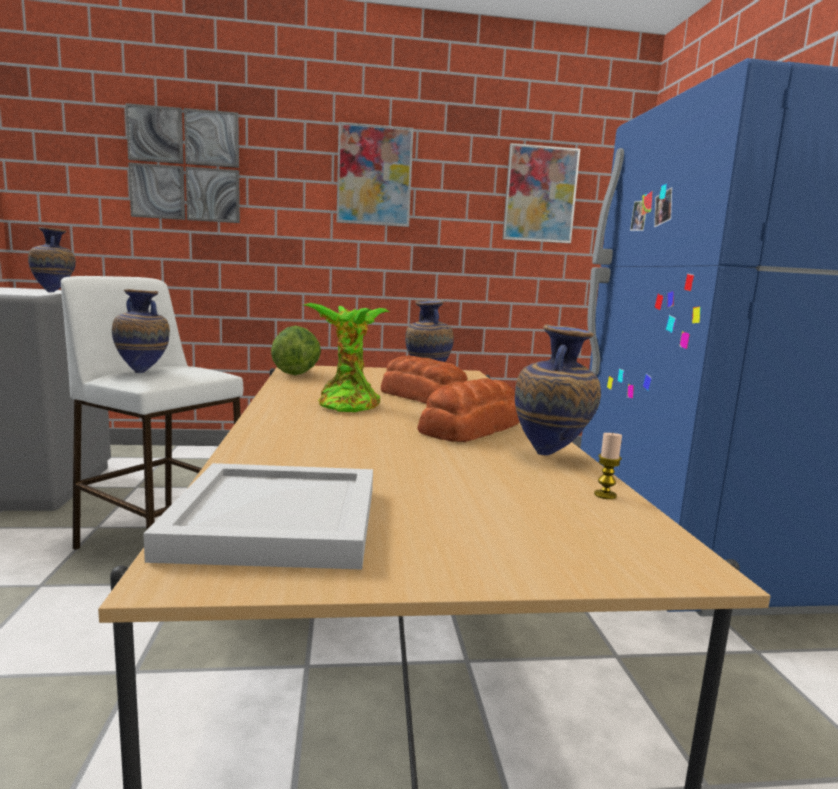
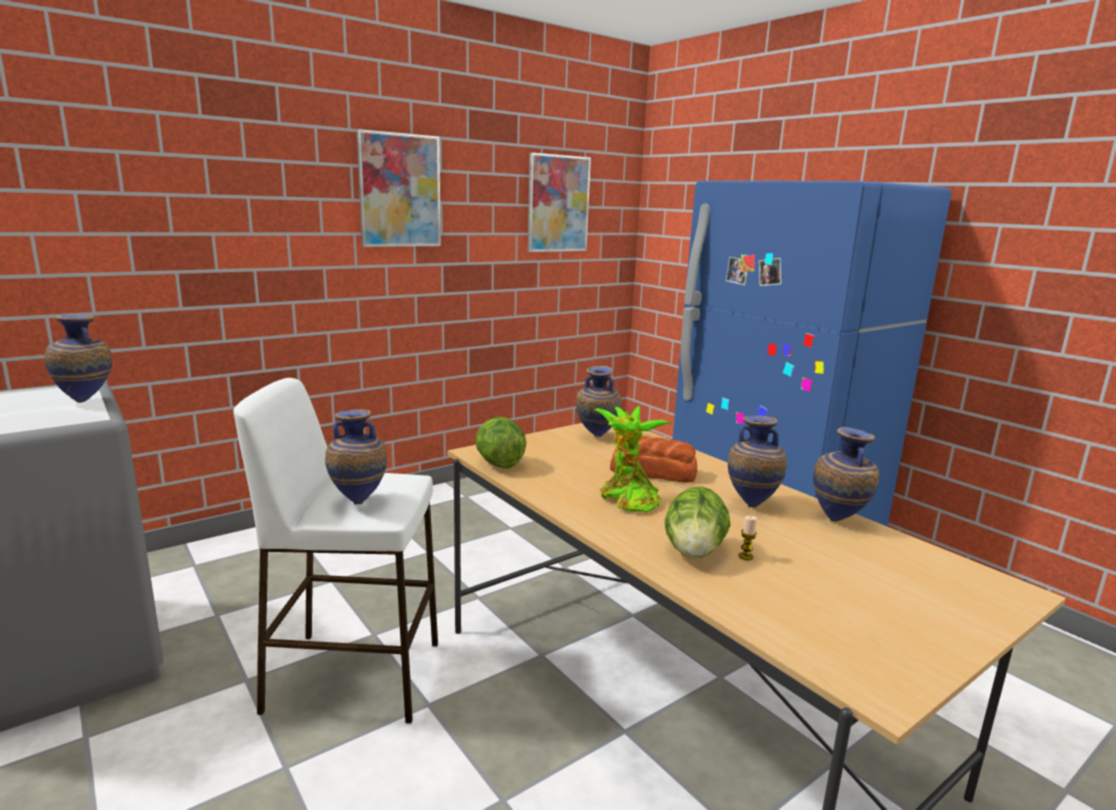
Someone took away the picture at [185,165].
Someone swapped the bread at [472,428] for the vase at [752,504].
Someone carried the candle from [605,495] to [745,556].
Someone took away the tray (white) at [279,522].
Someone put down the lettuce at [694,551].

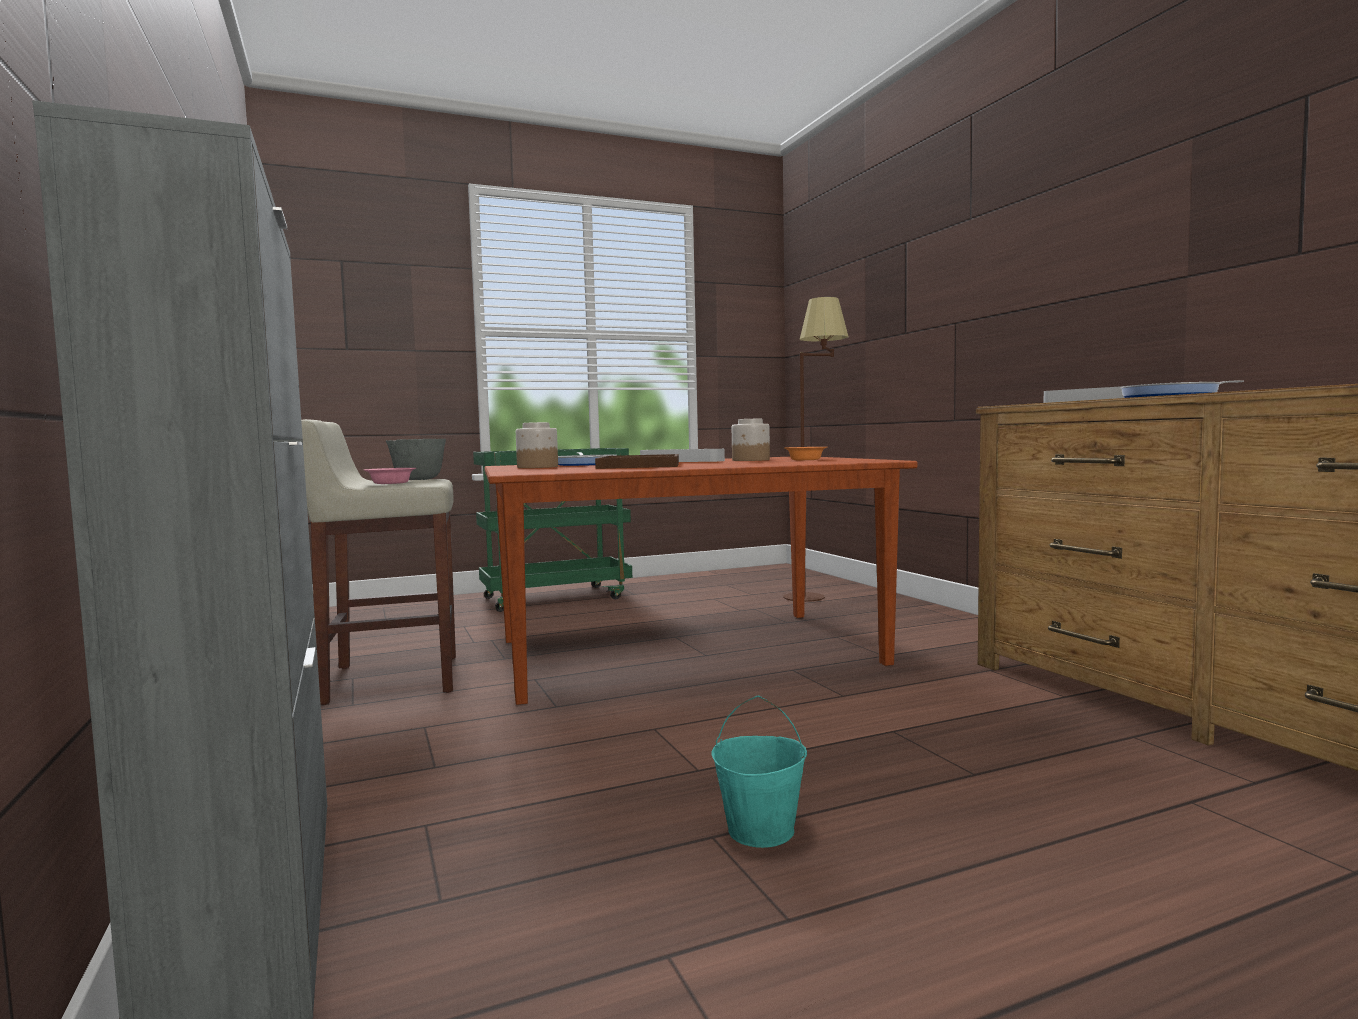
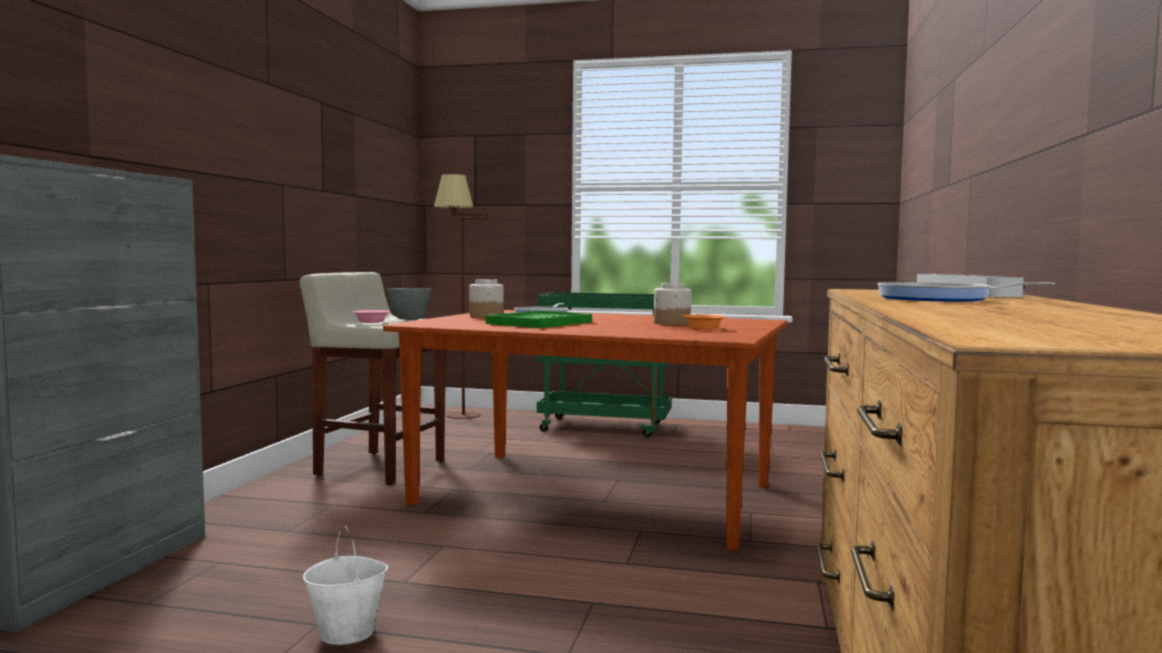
Someone carried the floor lamp (brown) from [816,600] to [460,418].
Someone took away the tray (grey) at [681,461].
Someone repainted the tray (brown) at [639,466], which became the tray (green) at [539,323].
Someone repainted the bucket (turquoise) at [761,830], which became the bucket (white) at [348,632].

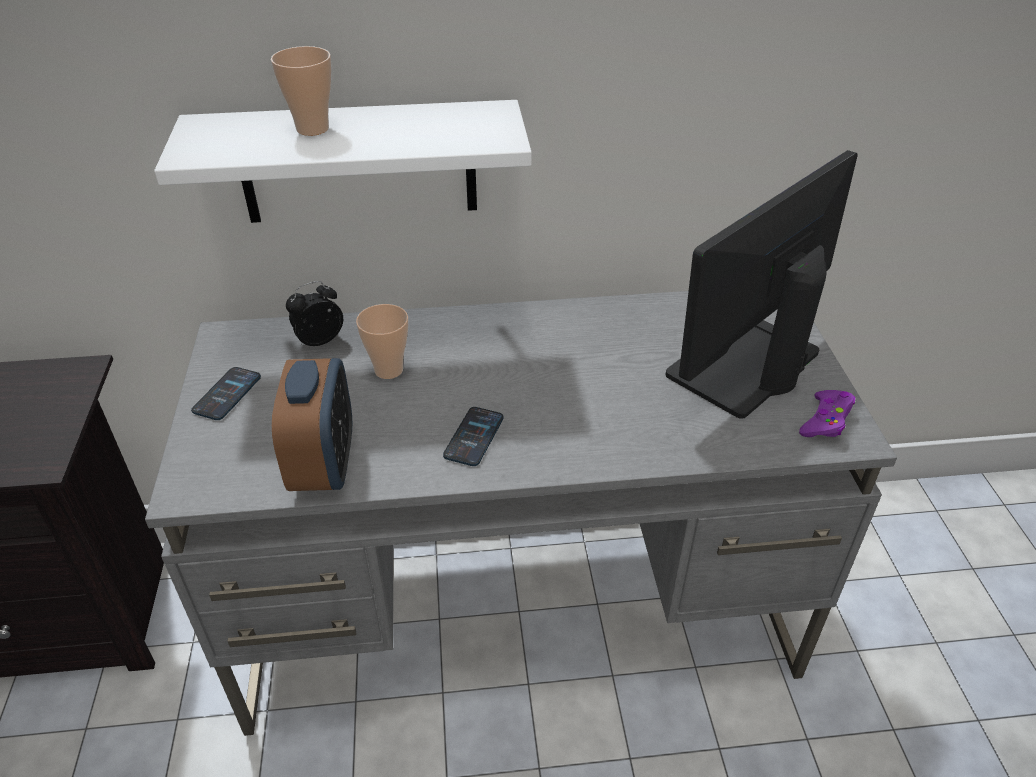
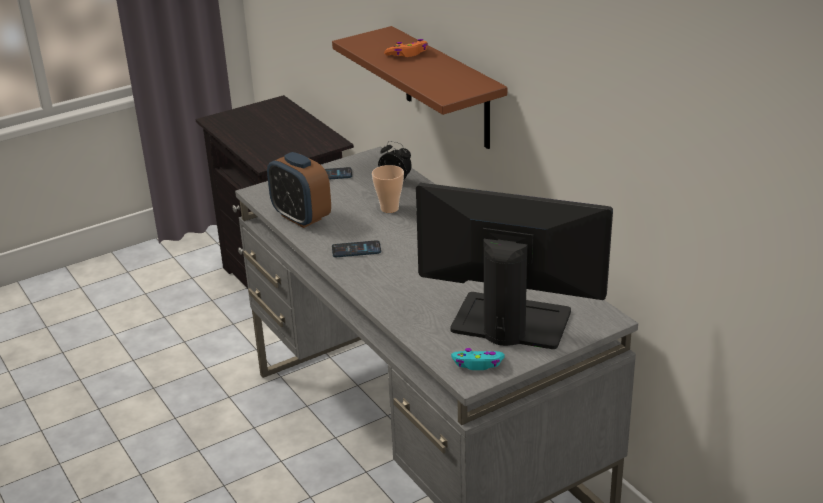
Someone swapped the cup at [312,129] for the game controller (orange) at [408,54].
Someone repainted the shelf (white) at [358,162], which became the shelf (brown) at [446,88].
Someone rotated the alarm clock at [324,465] by 75 degrees clockwise.
Someone repainted the game controller (purple) at [826,420], which became the game controller (turquoise) at [478,364].

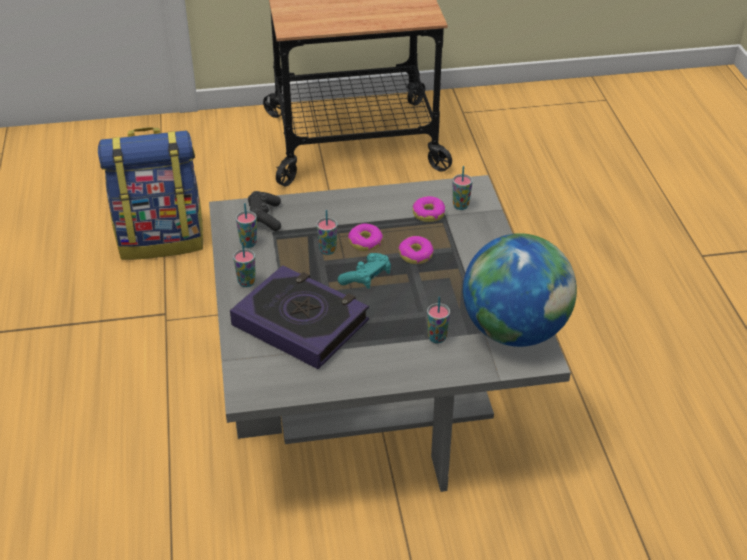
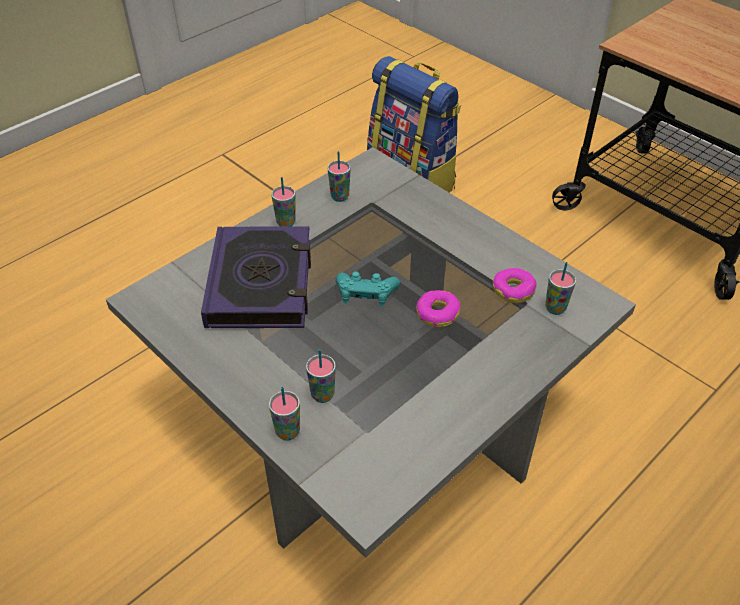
Someone took away the game controller (black) at [265,218].
Someone carried the cup from [327,250] to [288,432].
Someone took away the donut at [365,242].
Someone took away the globe at [514,331].

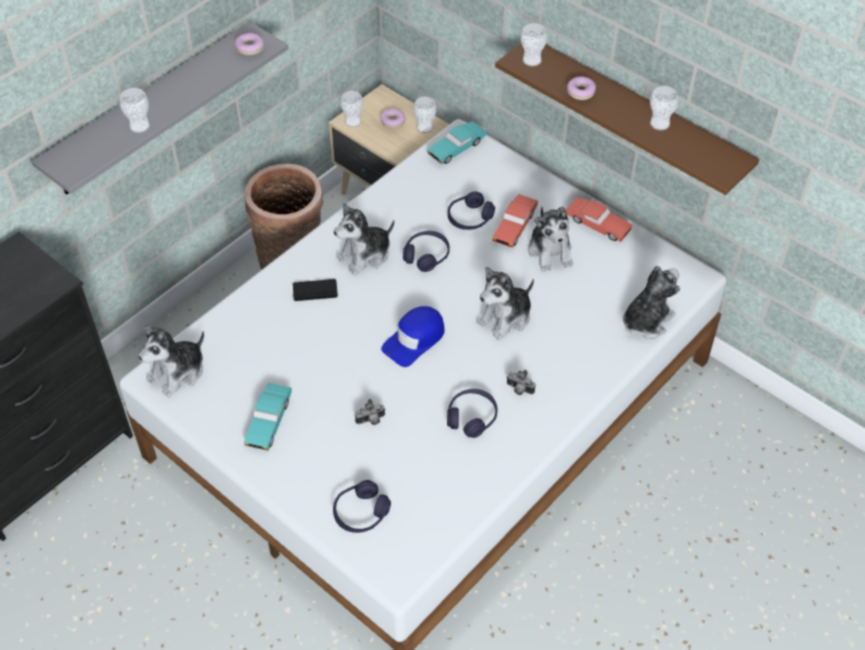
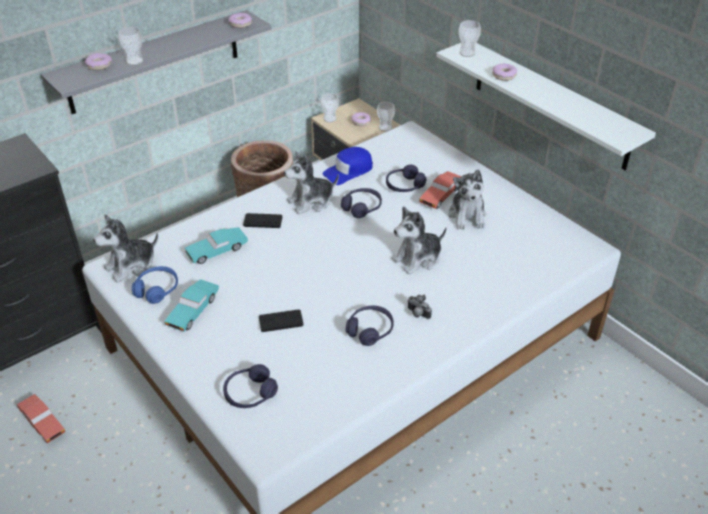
Someone repainted the shelf (brown) at [635,117], which became the shelf (white) at [550,104].
Someone took away the cup at [659,123].
Someone carried the toy car (turquoise) from [457,148] to [217,251].
Someone carried the toy car (red) from [597,225] to [42,423].
Someone took away the plush toy at [646,321].
Someone carried the cap (blue) from [414,340] to [348,171].
Someone swapped the photo camera at [371,421] for the game controller (black) at [281,321].
Someone put down the donut at [99,65].
Someone put down the headphones (blue) at [157,290].

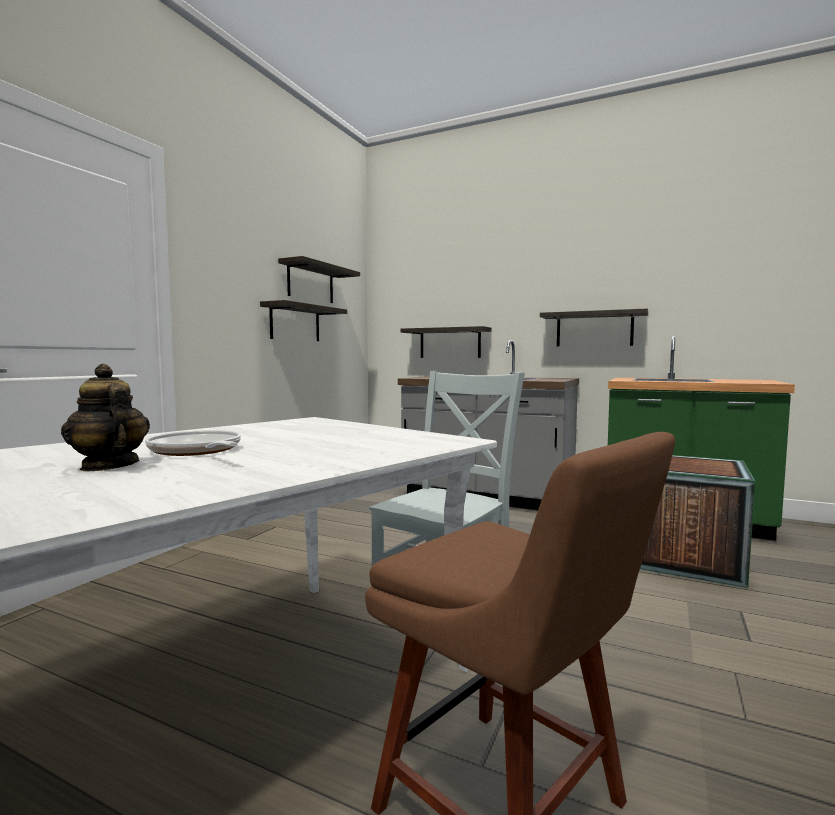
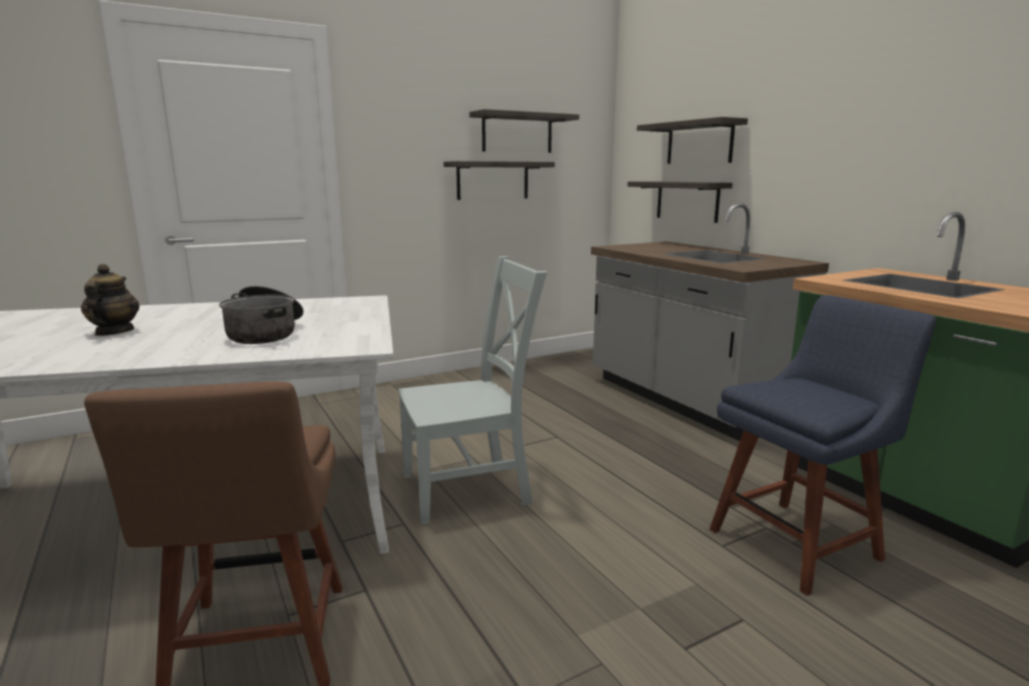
Someone carried the shelf from [594,329] to [699,143].
Someone took away the frying pan at [197,451].
Someone swapped the crate at [685,559] for the chair (blue) at [799,542].
Someone put down the cooking pot at [266,333].

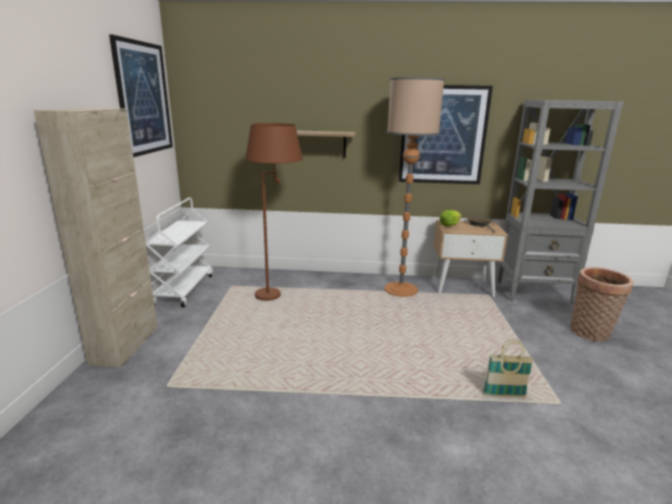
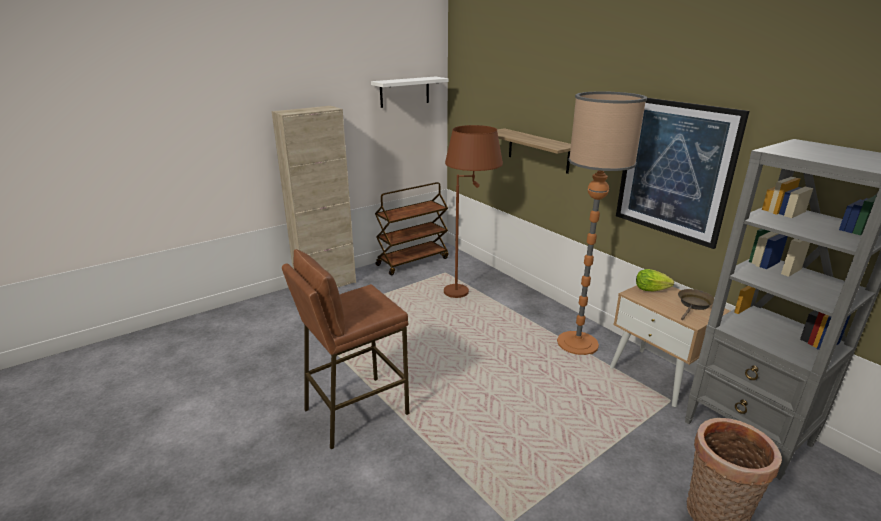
Someone swapped the picture at [143,98] for the shelf (white) at [404,92].
Someone repainted the cart (white) at [184,289], which became the cart (brown) at [412,261].
Someone took away the basket at [504,396].
Someone put down the stool (brown) at [355,411].

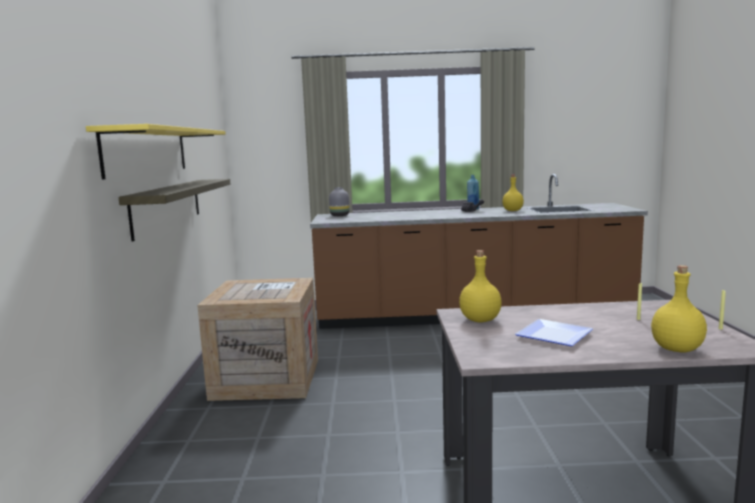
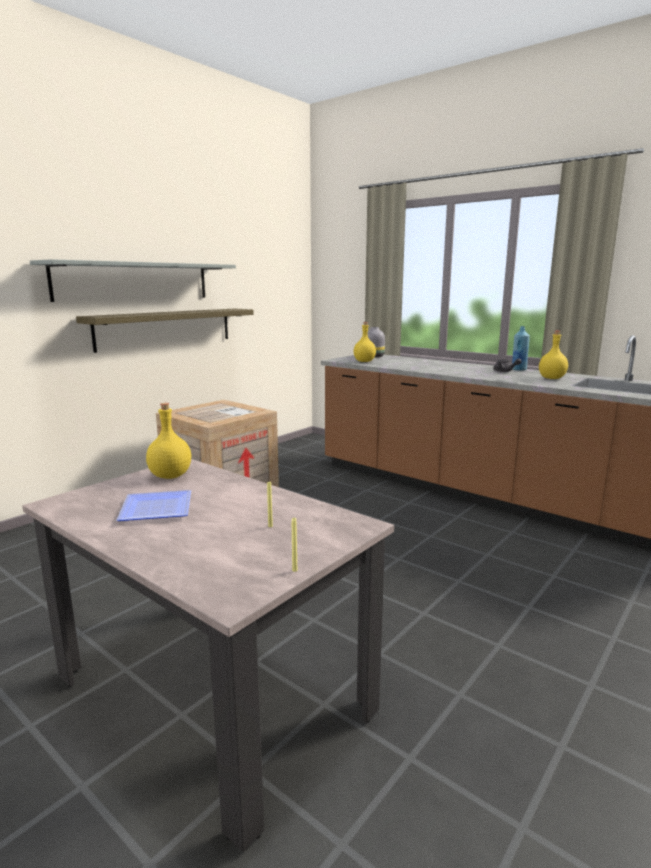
Someone repainted the shelf (yellow) at [148,151], which became the shelf (grey) at [134,281].
Someone carried the bottle (yellow) from [677,349] to [364,361].

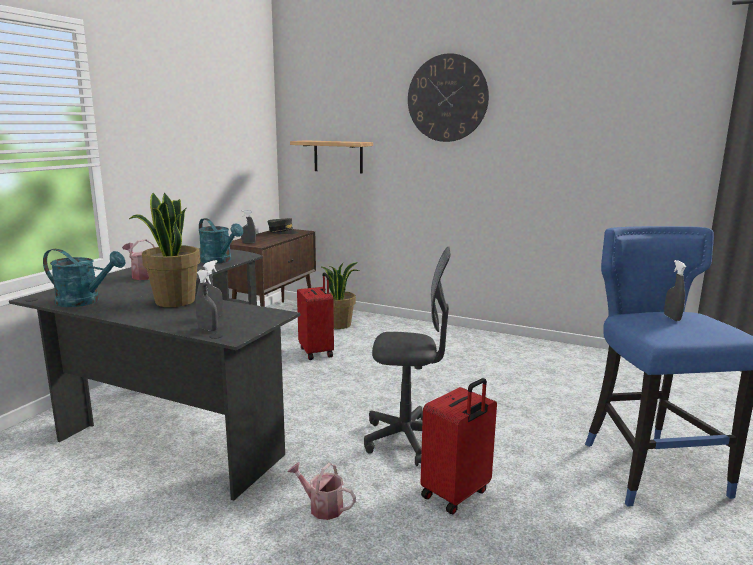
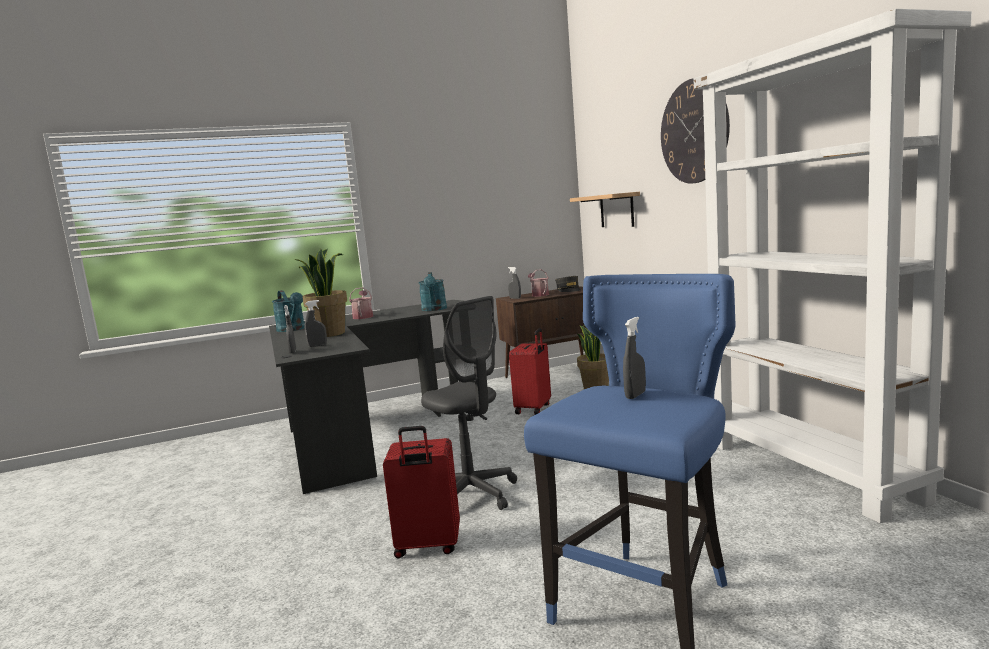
Someone carried the watering can from [322,507] to [539,294].
Someone put down the bookcase (white) at [812,470].

